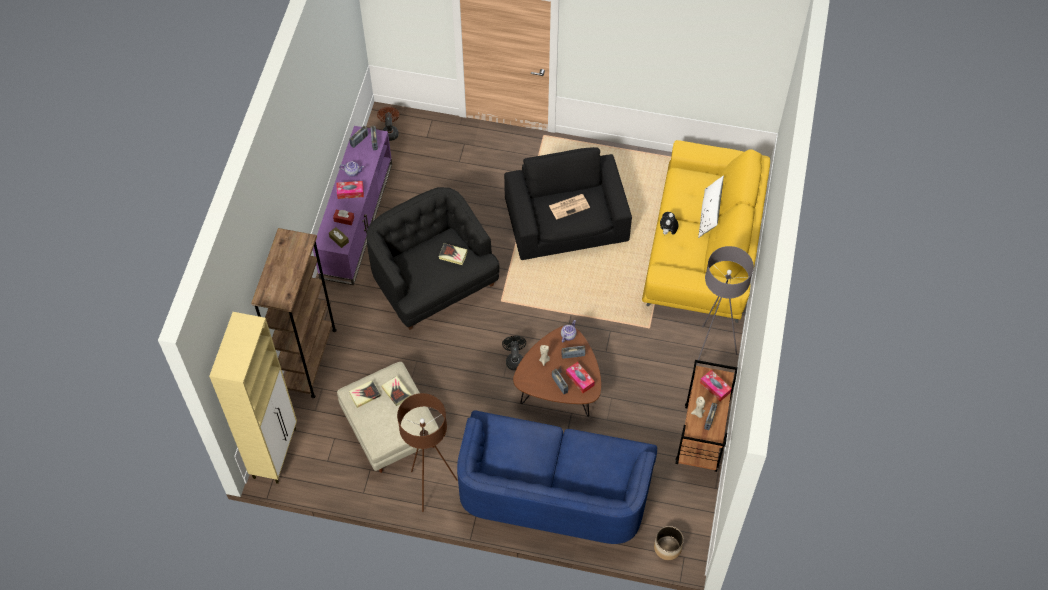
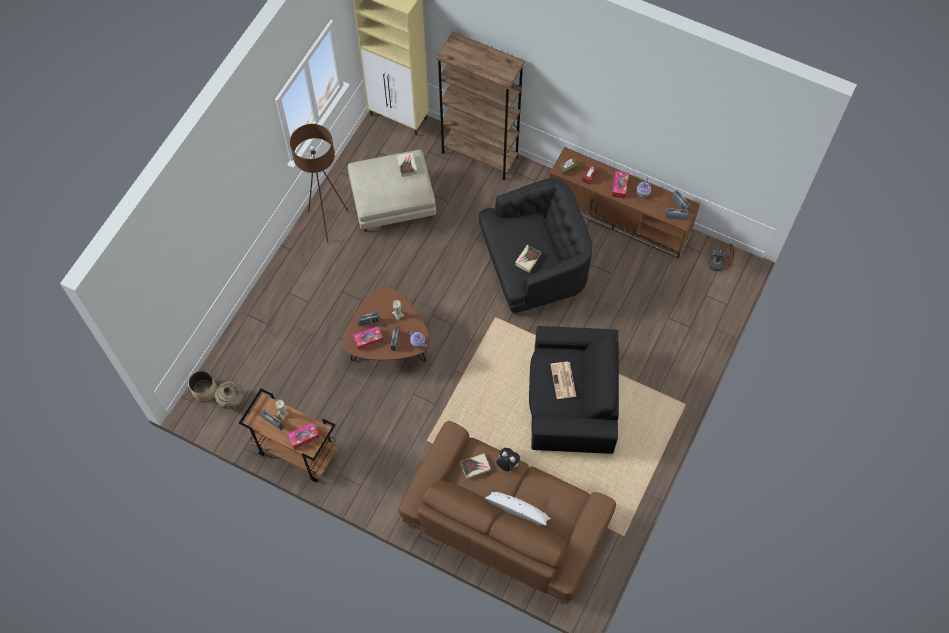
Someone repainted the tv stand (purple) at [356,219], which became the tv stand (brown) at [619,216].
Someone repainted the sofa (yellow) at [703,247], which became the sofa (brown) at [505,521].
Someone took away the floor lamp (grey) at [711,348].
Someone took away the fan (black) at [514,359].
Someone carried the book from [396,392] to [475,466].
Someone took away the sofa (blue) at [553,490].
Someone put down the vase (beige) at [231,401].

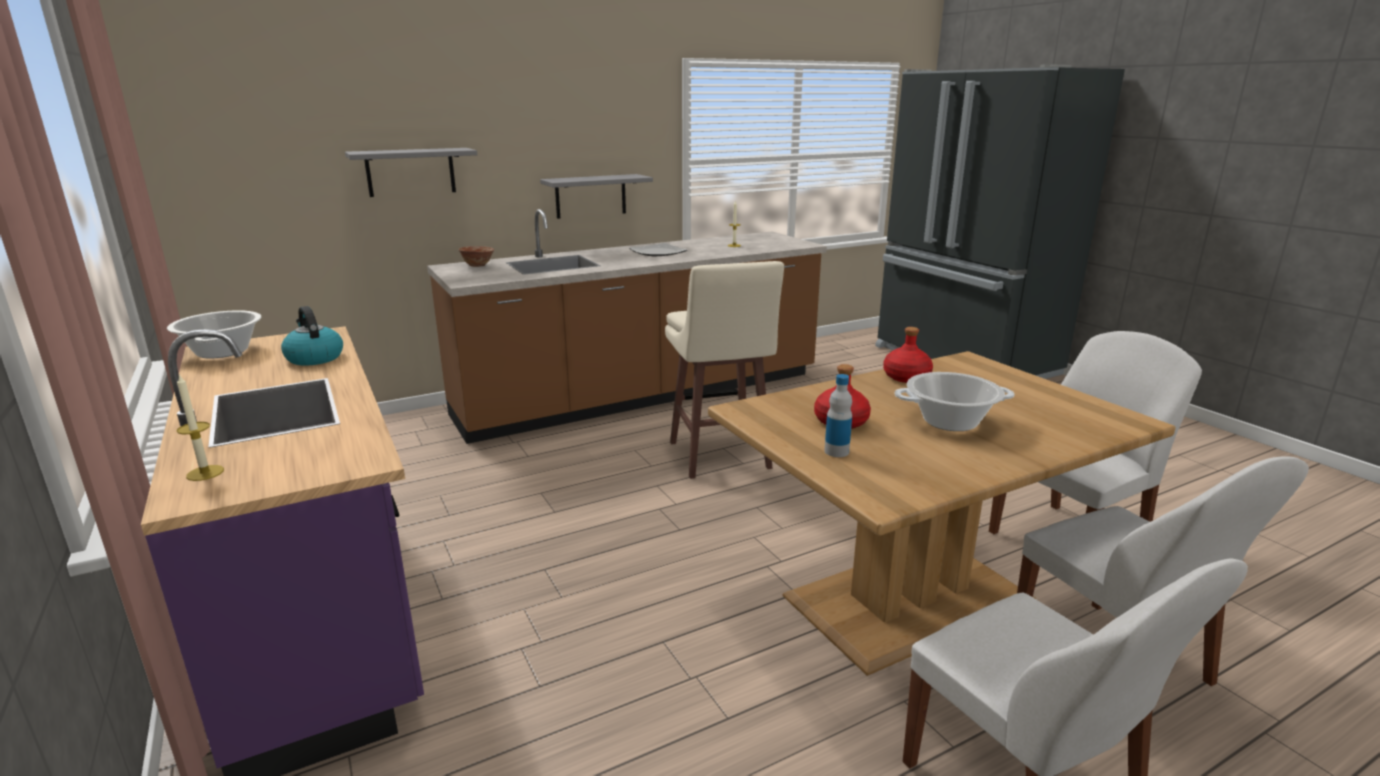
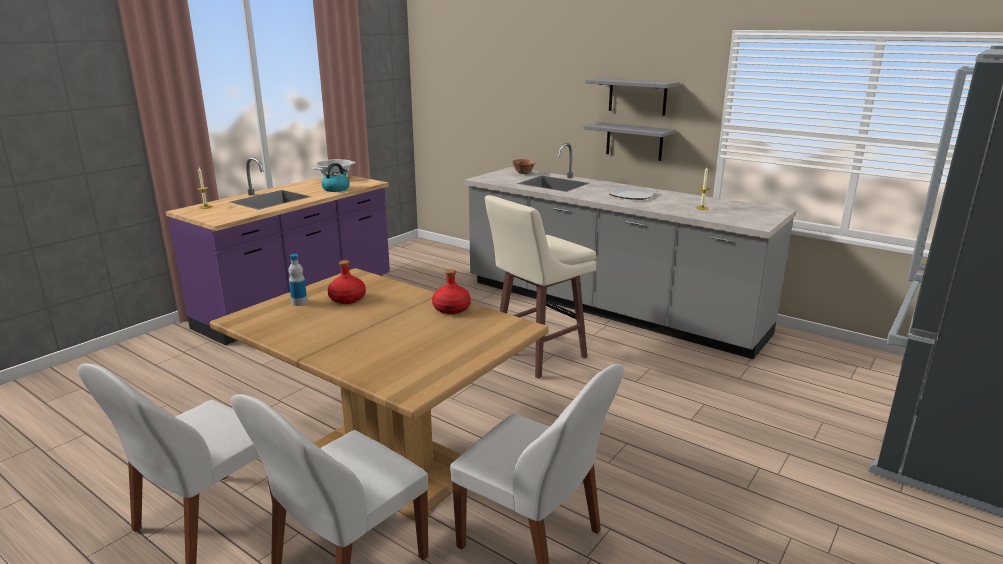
Someone carried the shelf (grey) from [410,172] to [637,96].
Someone repainted the counter (brown) at [642,396], which became the counter (grey) at [608,308].
Someone took away the cooking pot at [950,421].

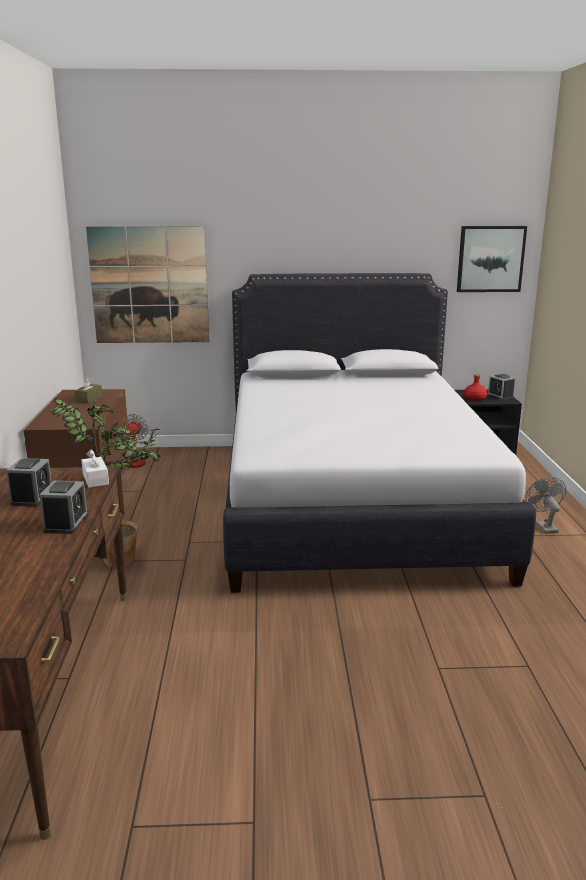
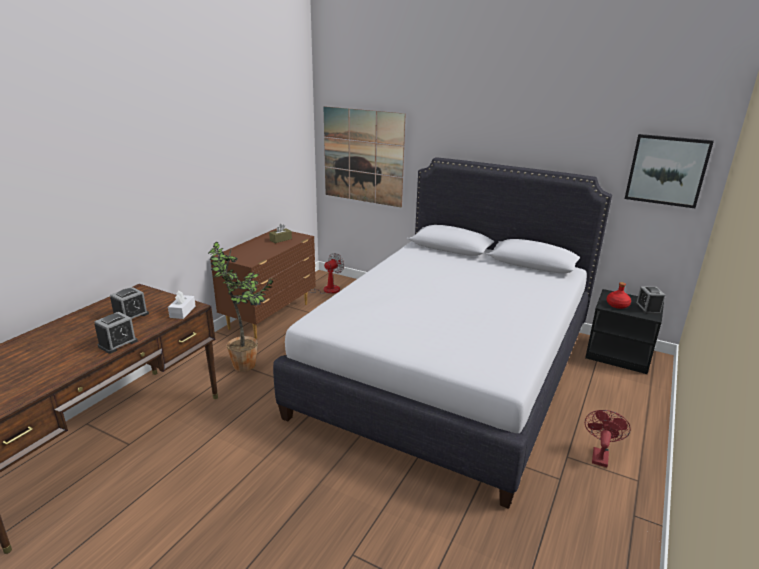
Someone repainted the fan (grey) at [543,526], which became the fan (red) at [599,455].

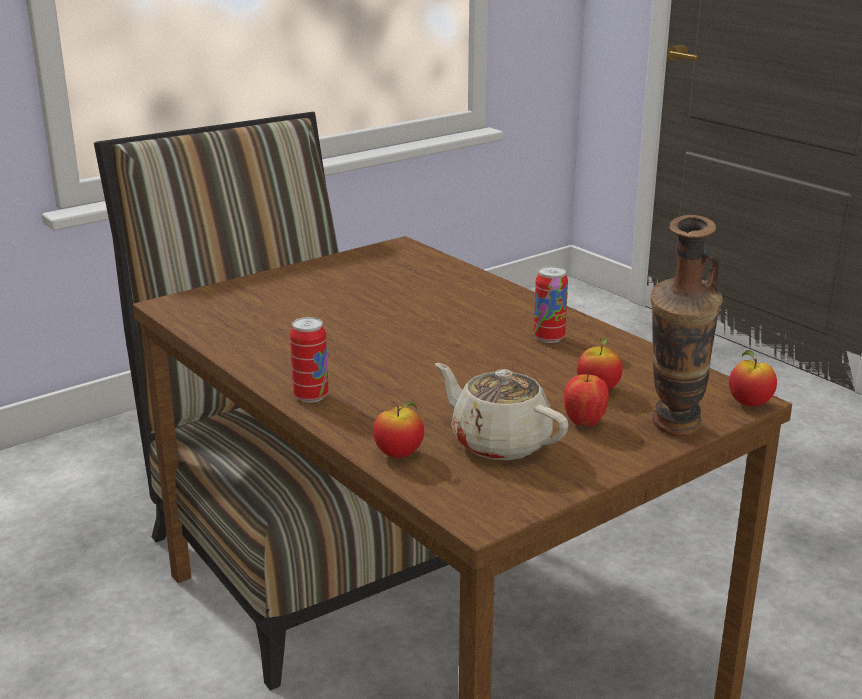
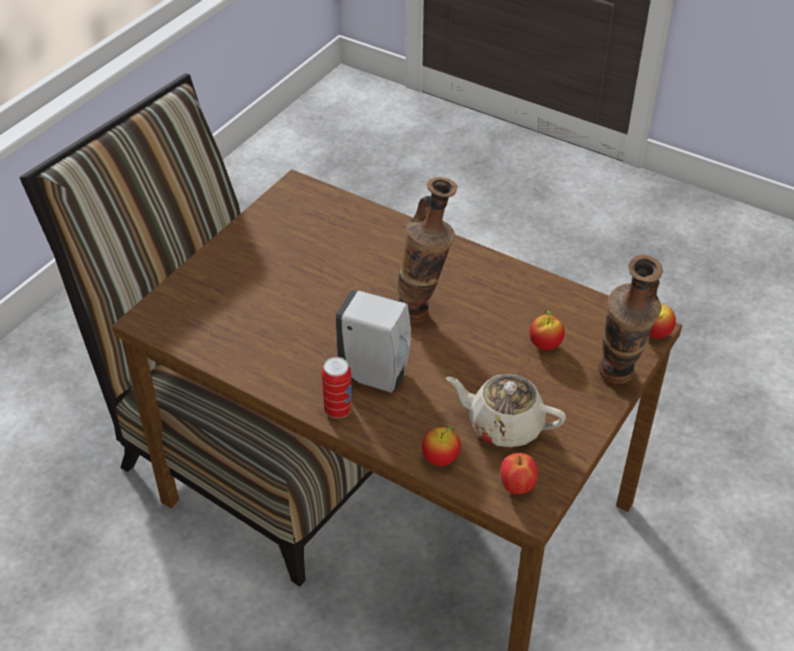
Someone took away the can at [549,338].
Someone carried the apple from [584,422] to [517,487].
Someone put down the vase at [423,312].
Someone put down the soap dispenser (white) at [377,376].

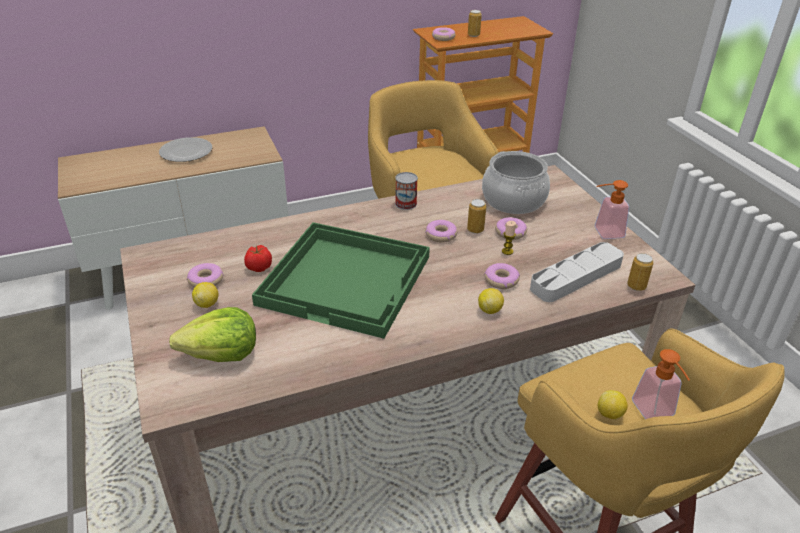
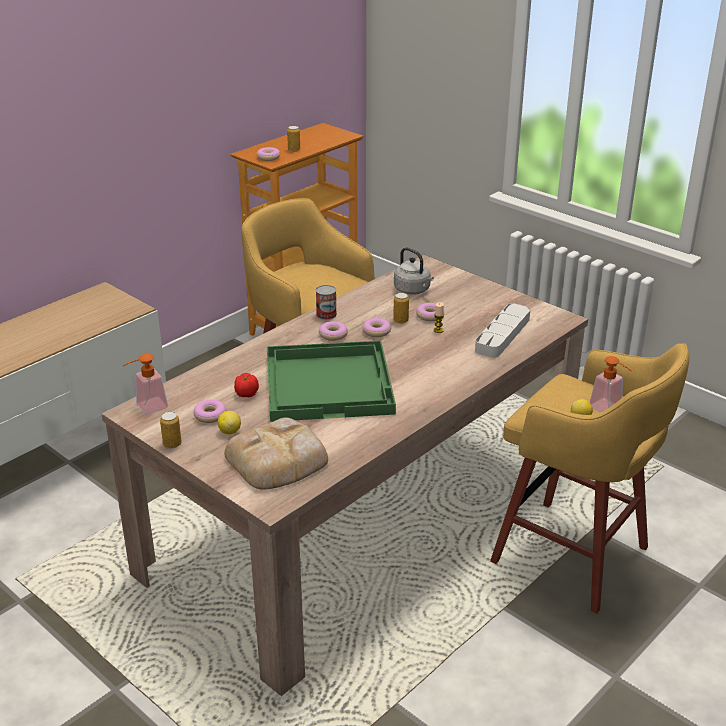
Someone took away the plate at [187,151].
Someone swapped the cooking pot at [514,200] for the kettle (grey) at [413,290].
Someone carried the soap dispenser from [603,233] to [147,408].
Someone carried the can from [636,286] to [172,444].
Someone carried the donut from [501,280] to [333,335].
Someone took away the lemon at [489,310].
Someone swapped the lettuce at [222,354] for the bread at [279,460].

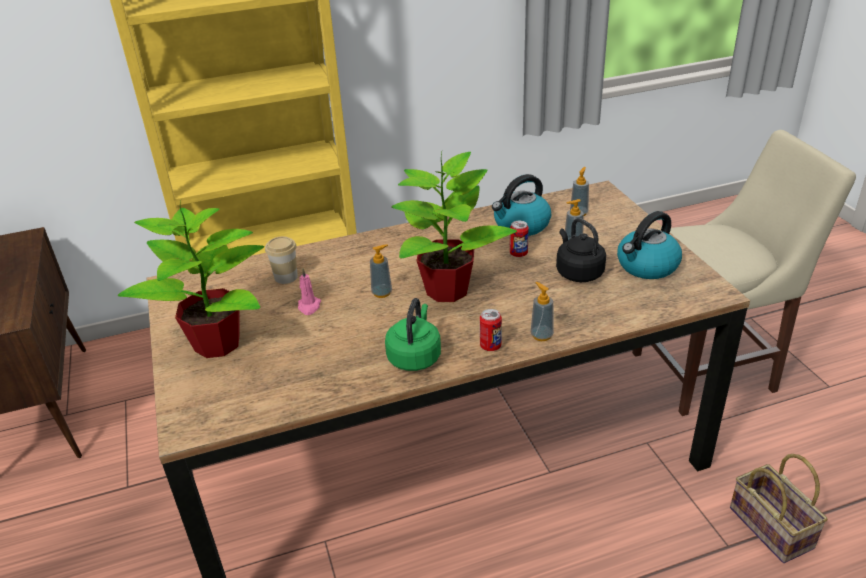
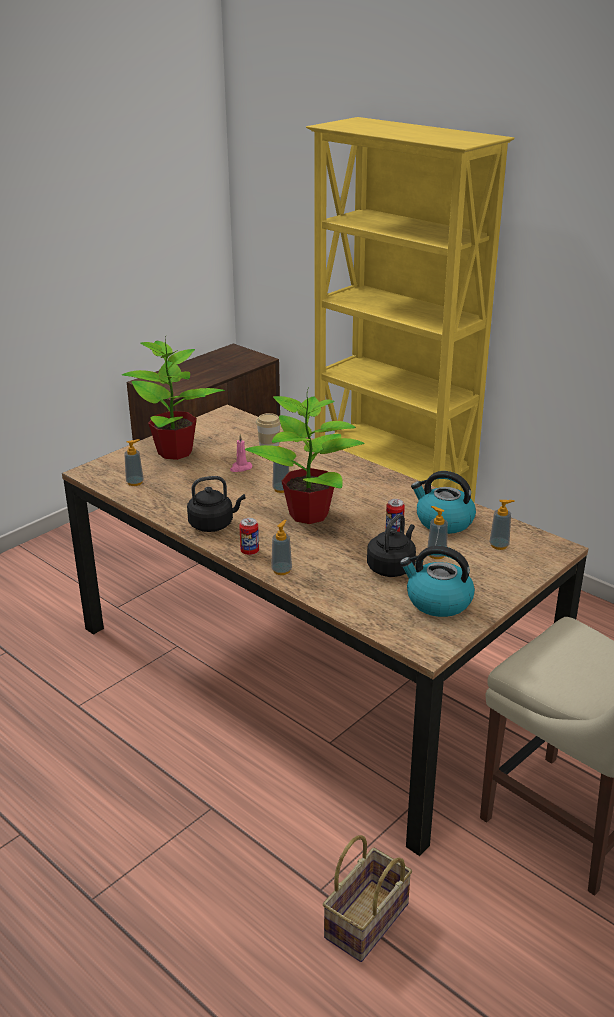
Someone repainted the kettle (green) at [415,356], which became the kettle (black) at [213,524].
Someone put down the soap dispenser at [135,482].

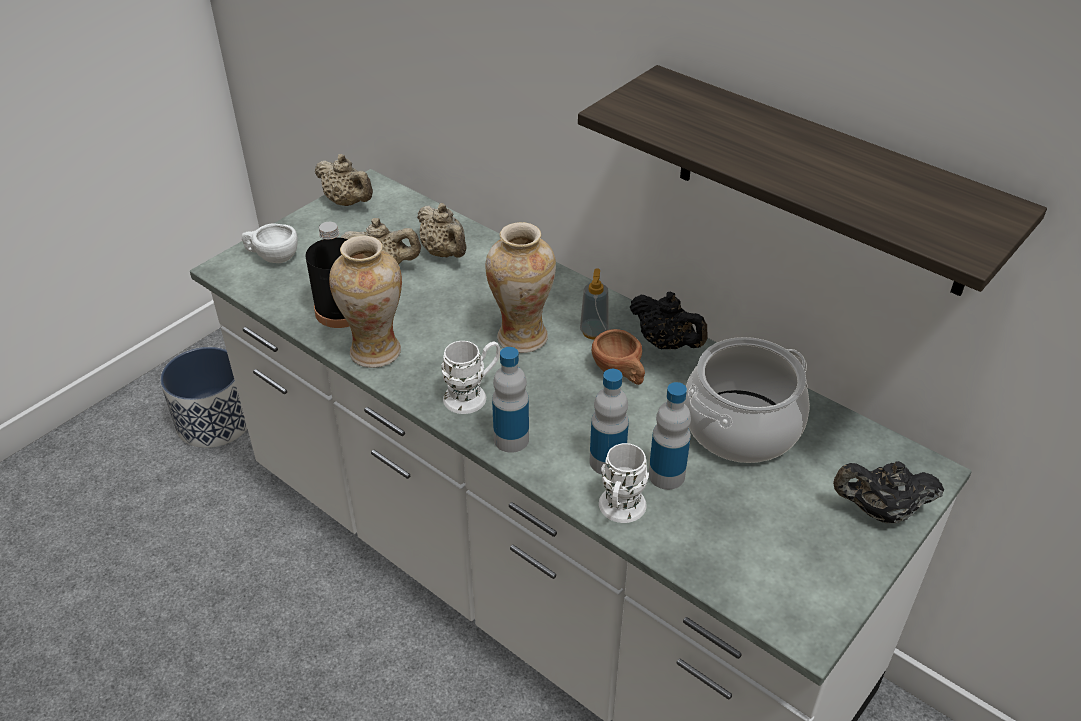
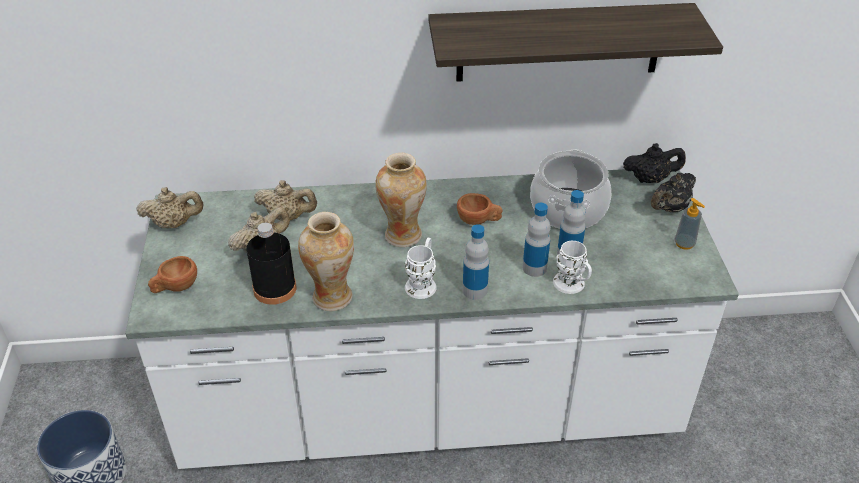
Someone repainted the cup (white) at [272,257], which became the cup (brown) at [175,287].
Someone carried the soap dispenser from [594,332] to [684,243].
Someone carried the teapot (black) from [666,344] to [650,179].

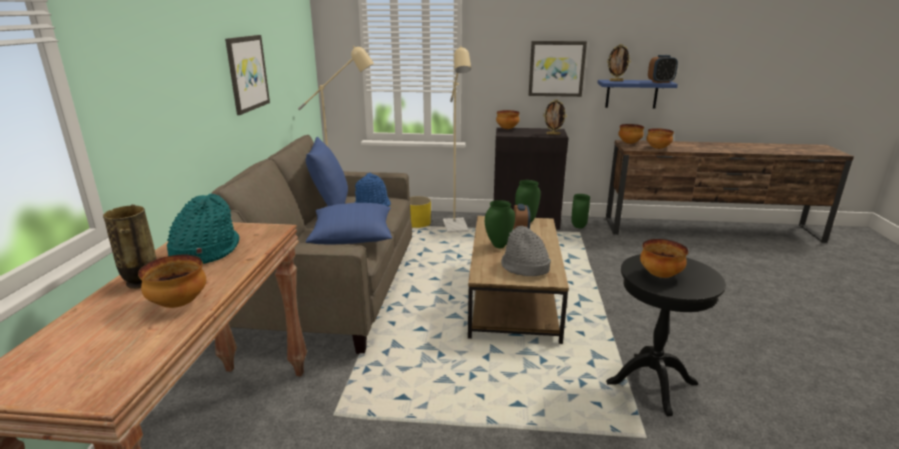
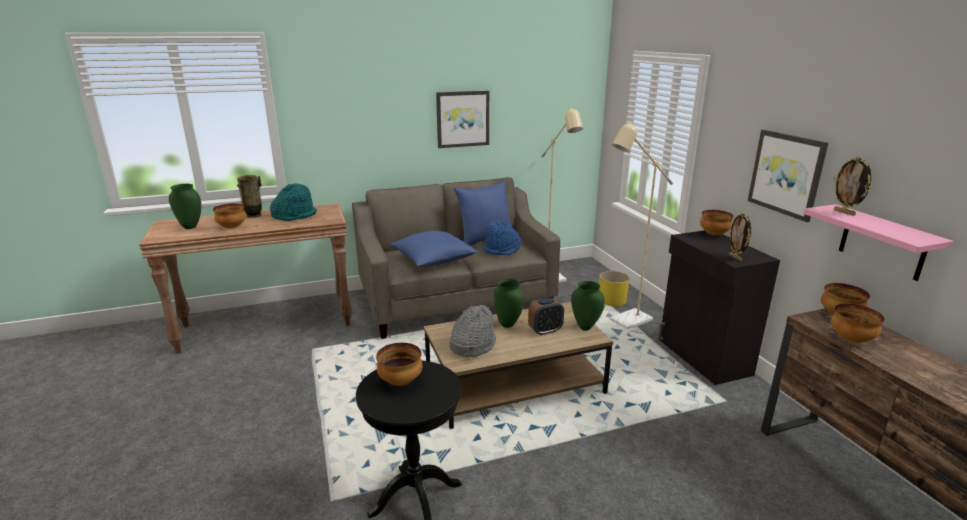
Someone took away the alarm clock at [660,82].
Someone repainted the shelf (blue) at [631,94], which became the shelf (pink) at [882,243].
Someone carried the vase (green) from [578,226] to [191,227].

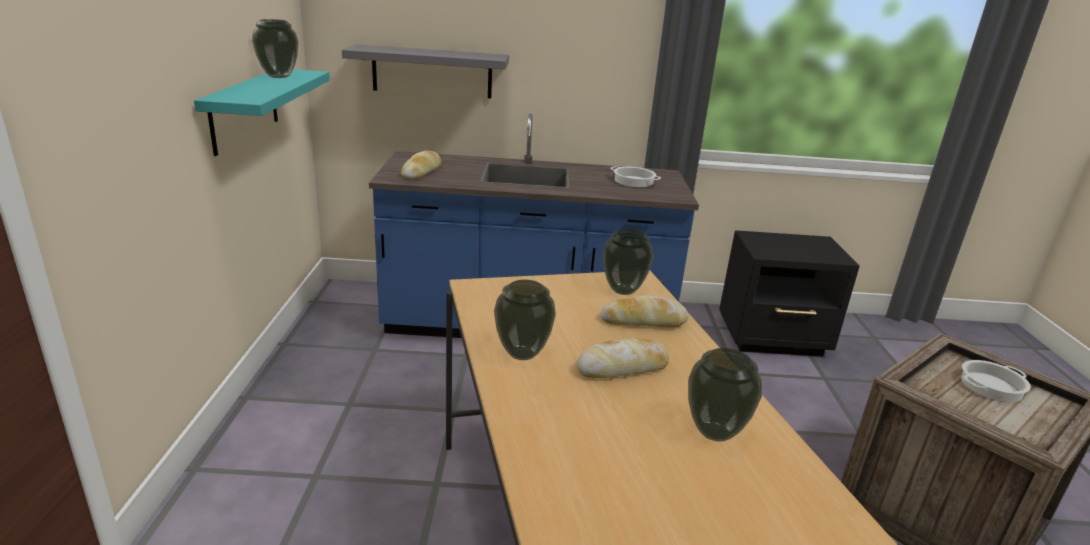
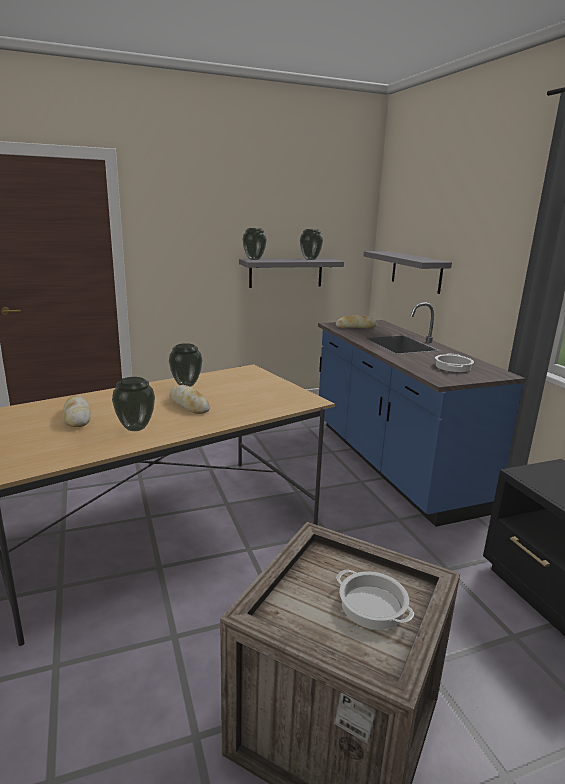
Someone repainted the shelf (turquoise) at [244,109], which became the shelf (grey) at [286,273].
Someone carried the vase from [622,290] to [254,259].
Someone carried the bread from [643,321] to [77,417].

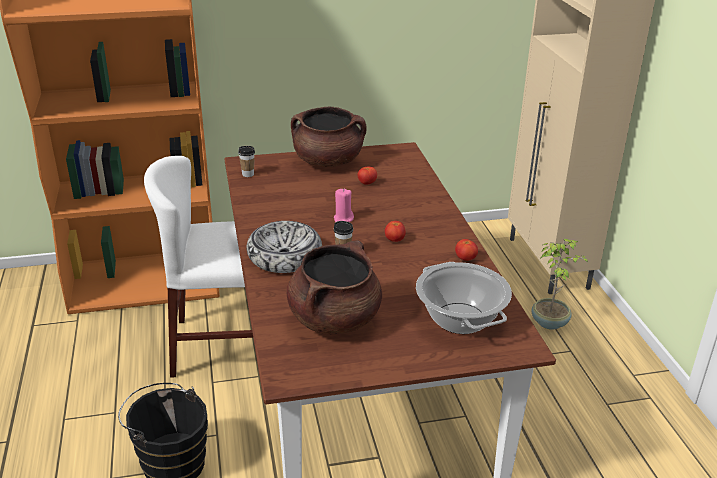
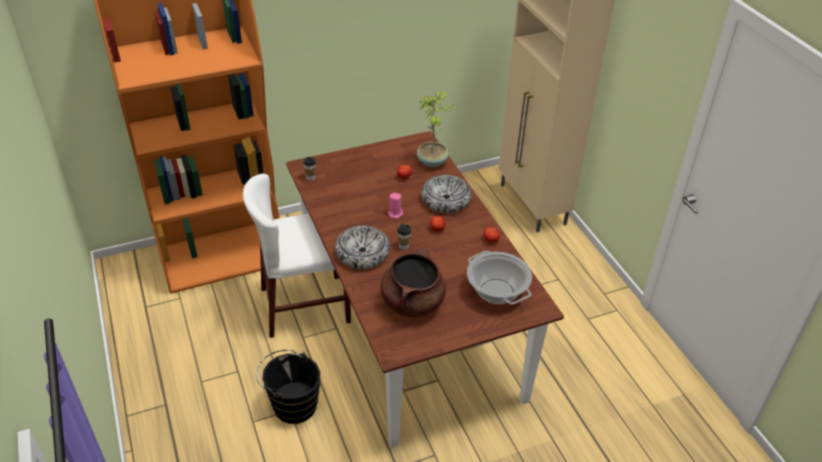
Someone took away the cooking pot (brown) at [328,162].
Someone carried the potted plant from [550,322] to [433,161].
Someone put down the bowl at [446,200].

